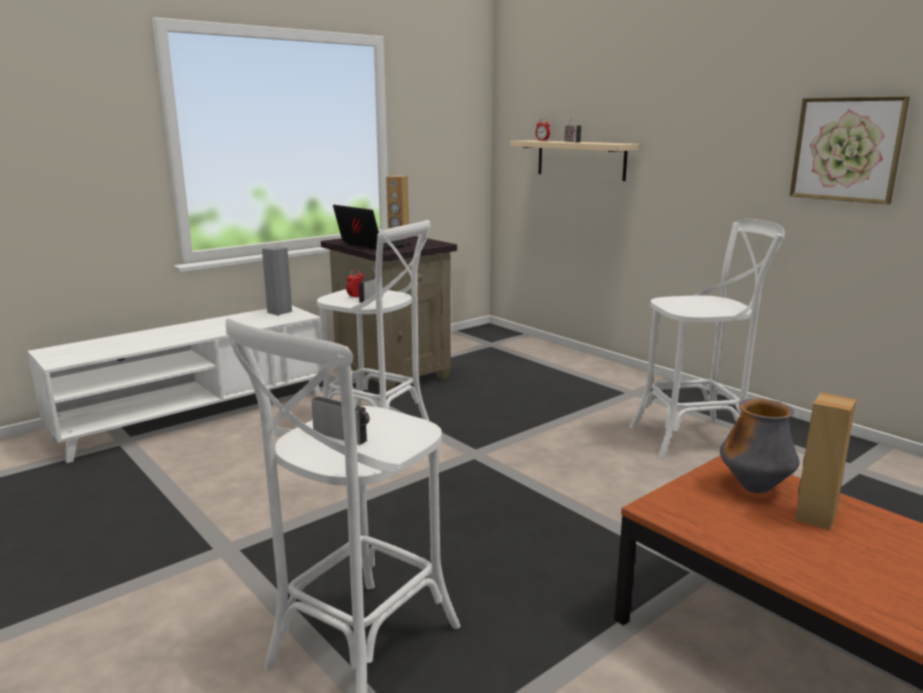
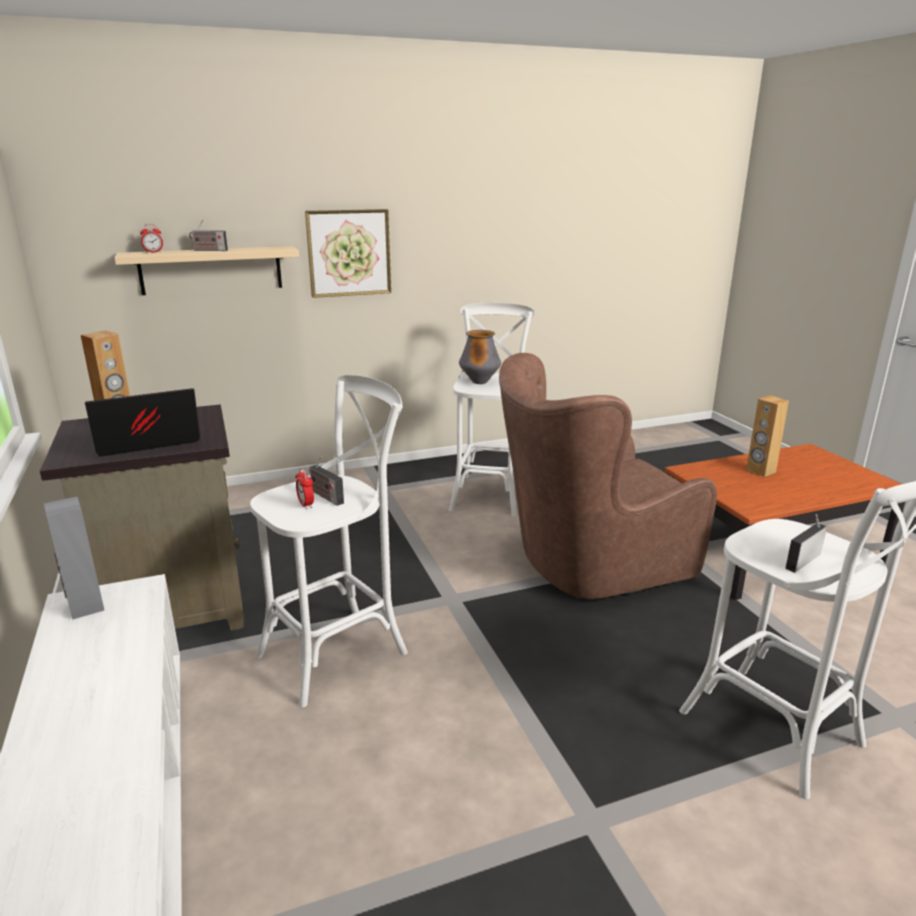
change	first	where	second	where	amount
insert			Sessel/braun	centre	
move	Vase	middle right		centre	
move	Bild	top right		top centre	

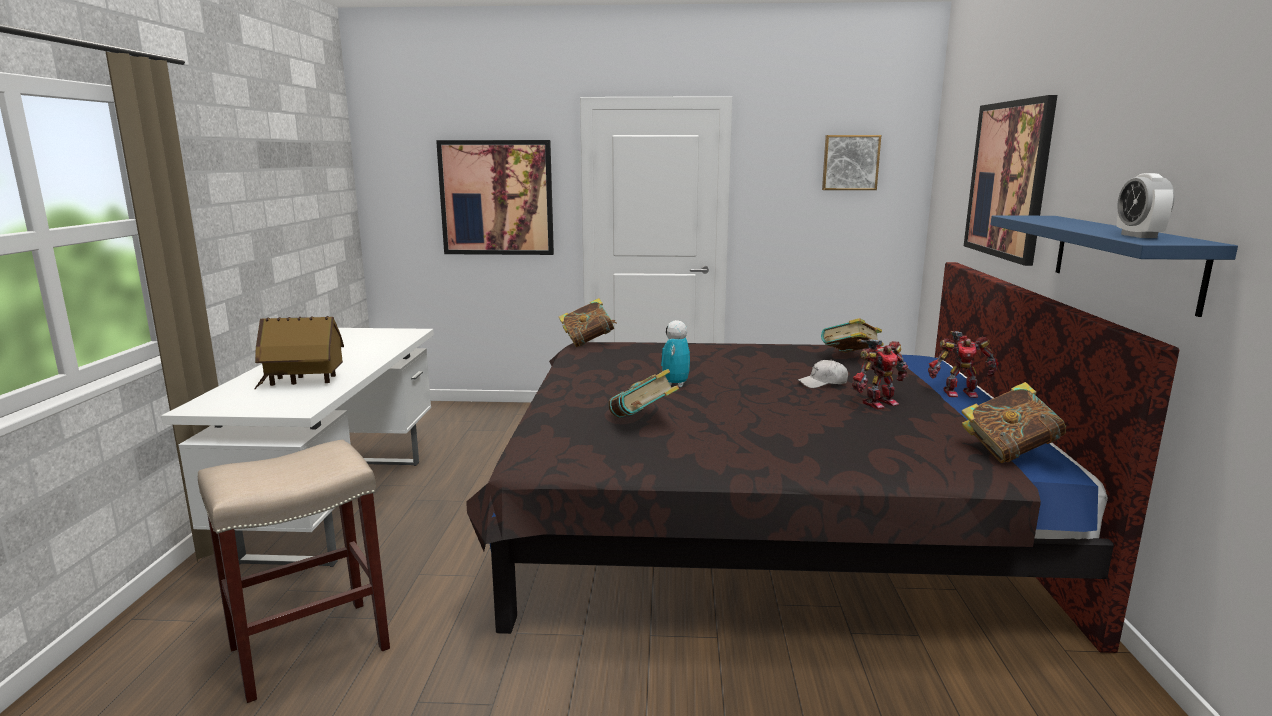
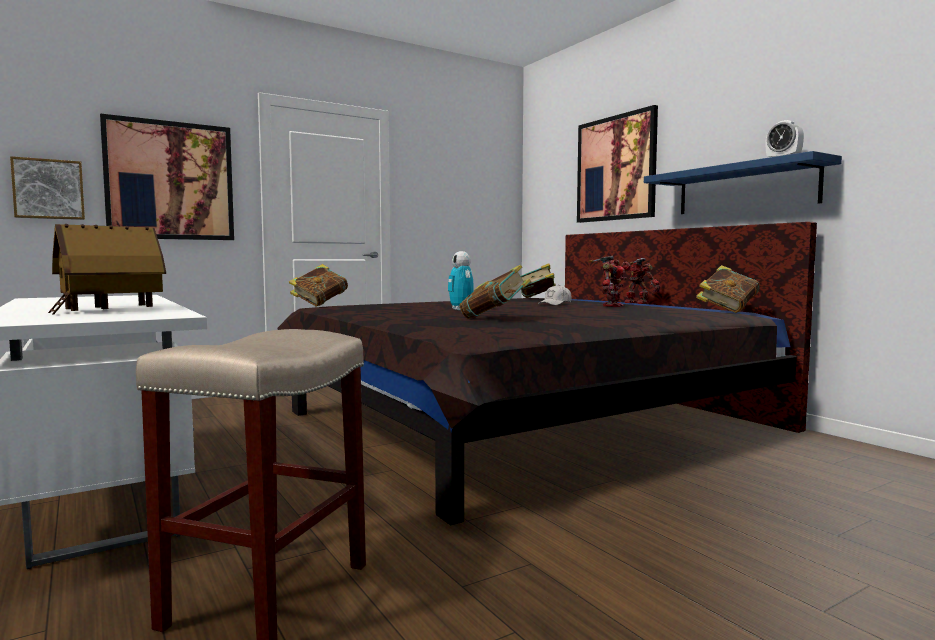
change	first	where	second	where	amount
move	Bild (2nd from left in the first image)	top right	Bild (1st from left)	top left	
rotate	Spielzeugroboter (3rd from left)	middle right		middle right	105 degrees counterclockwise

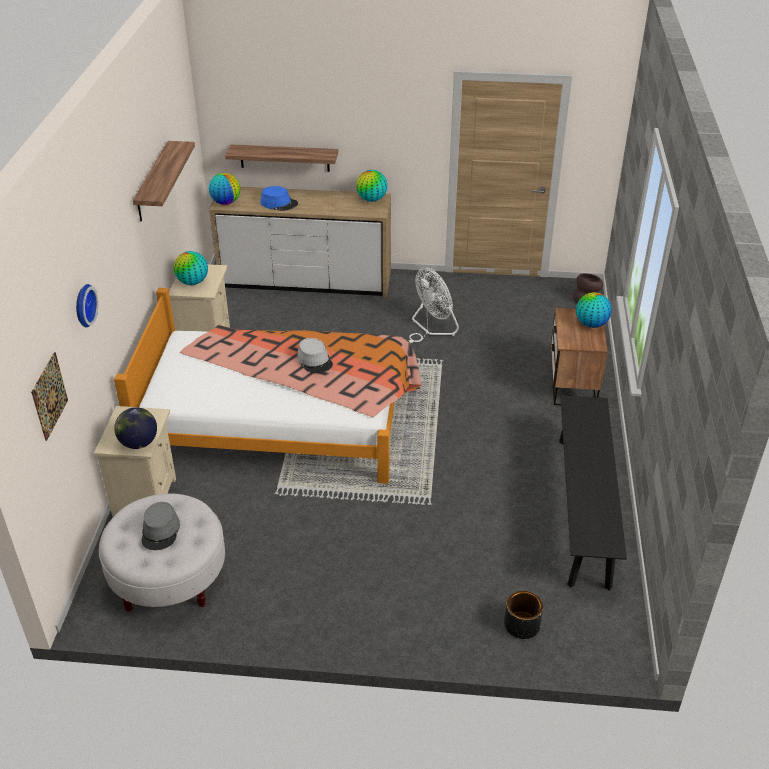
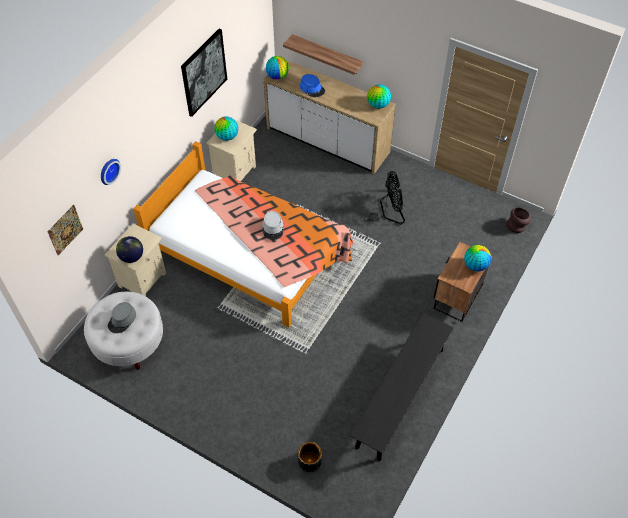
change	first	where	second	where	amount
replace	Wandregal (1st from left)	top left	Bild (2nd from left)	top left	
recolor	Ventilator/weiß	centre	Ventilator/schwarz	centre	

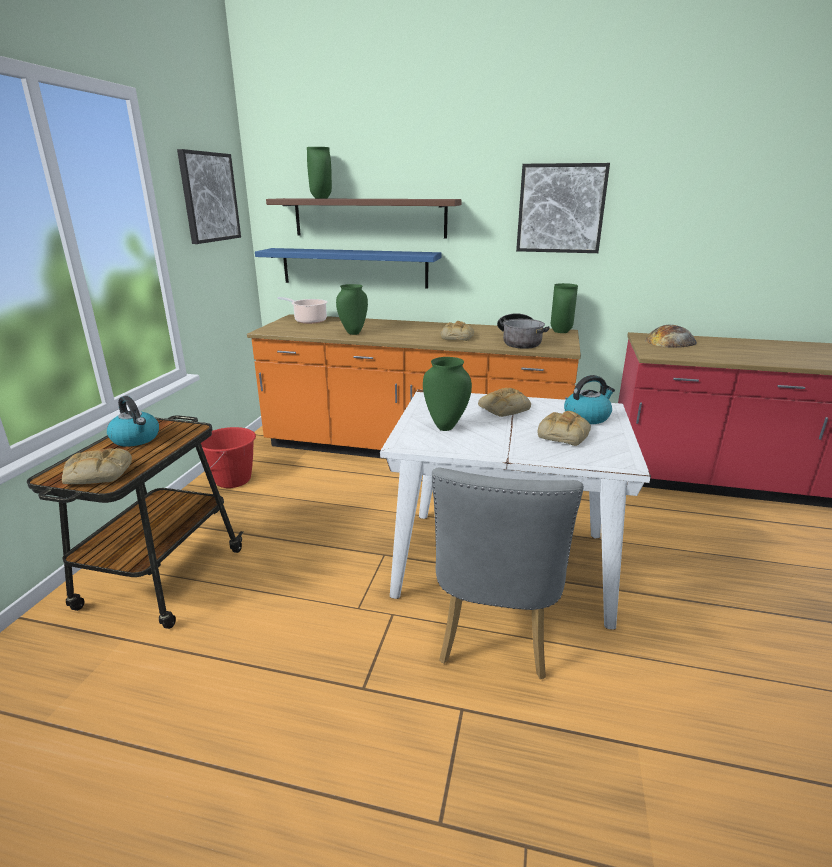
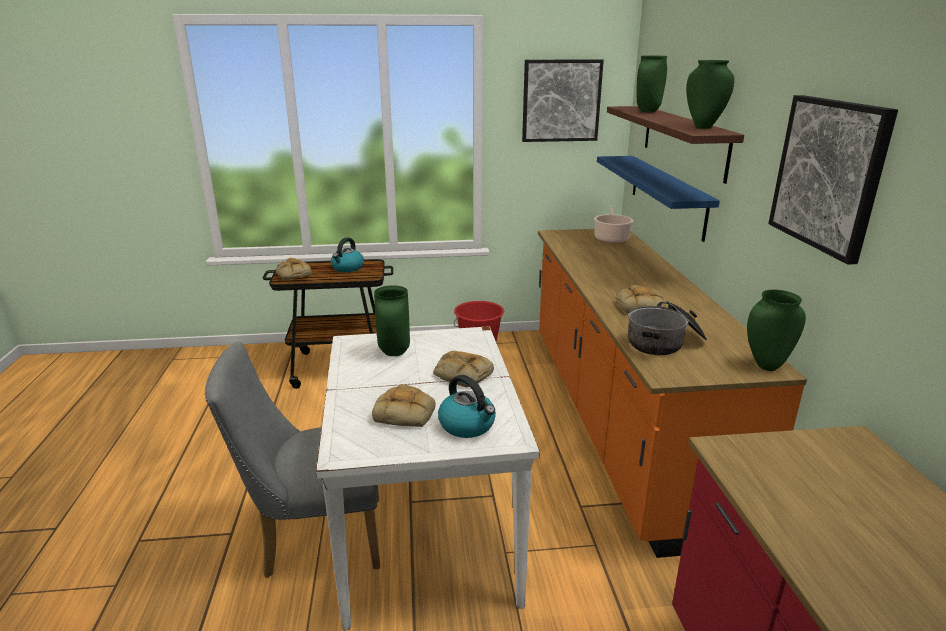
change	first	where	second	where	amount
delete	Brot (5th from left)	middle right			
move	Vase/grün (2nd from left in the first image)	centre	Vase/grün (3rd from left)	top right	

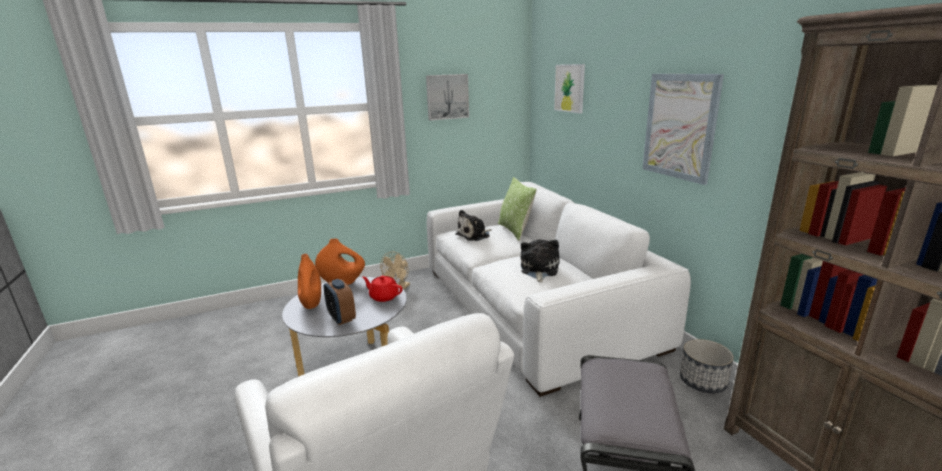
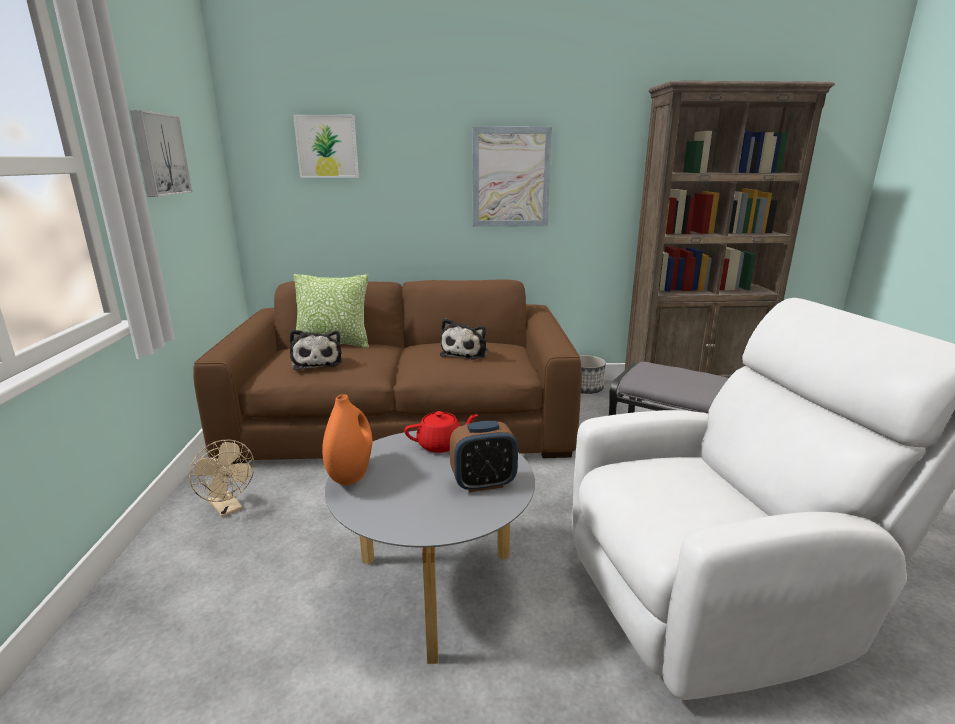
change	first	where	second	where	amount
delete	Vase/orange (1st from left)	middle left			
recolor	Sofa/weiß	centre	Sofa/braun	centre	
rotate	Teekanne/rot	centre		centre	150 degrees counterclockwise
rotate	Plüschtier (2nd from left)	centre		centre	105 degrees counterclockwise

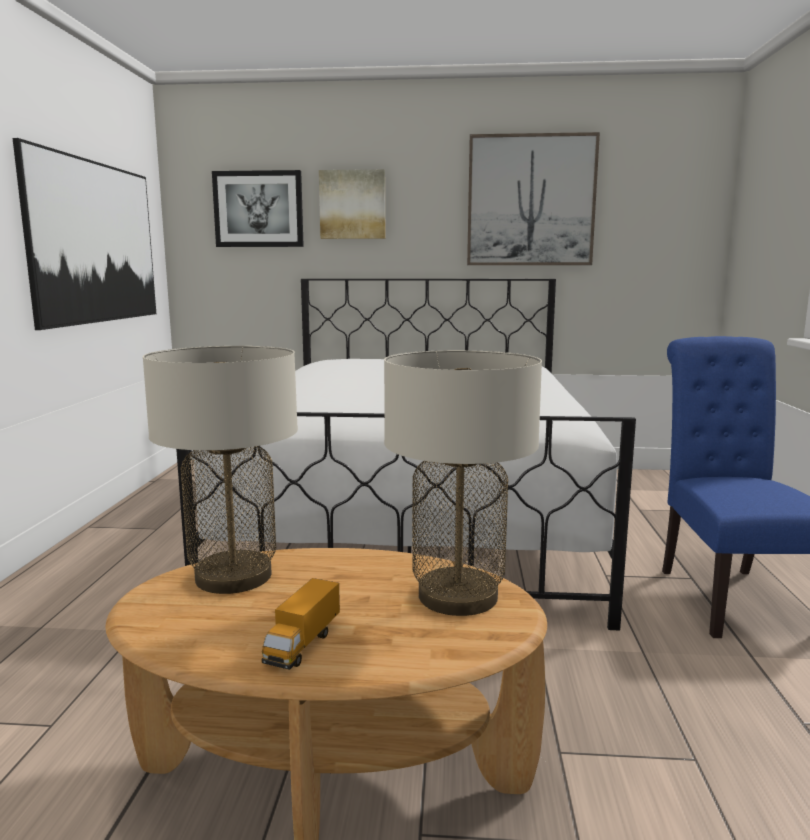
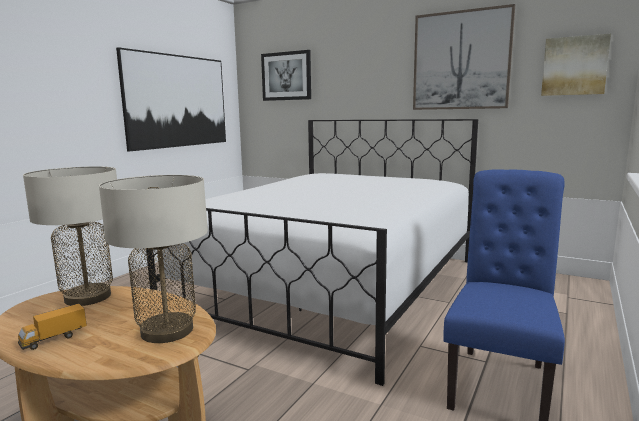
change	first	where	second	where	amount
move	Bild (3rd from left in the first image)	top centre	Bild (4th from left)	top right	

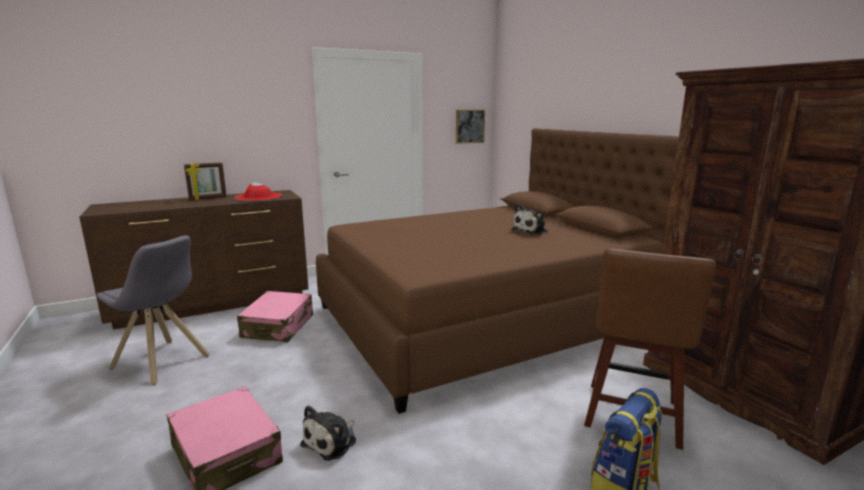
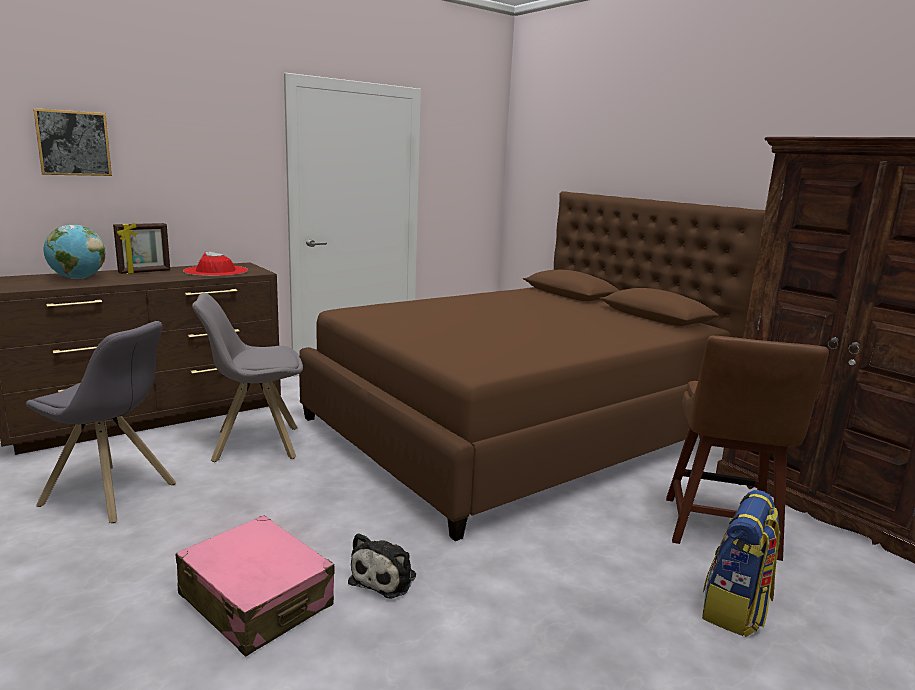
change	first	where	second	where	amount
delete	Plüschtier (2nd from left)	centre			
insert			Globus	middle left	
move	Bild	top centre		top left	
replace	Koffer/rosa (2nd from left)	middle left	Stuhl/grau (2nd from left)	middle left	

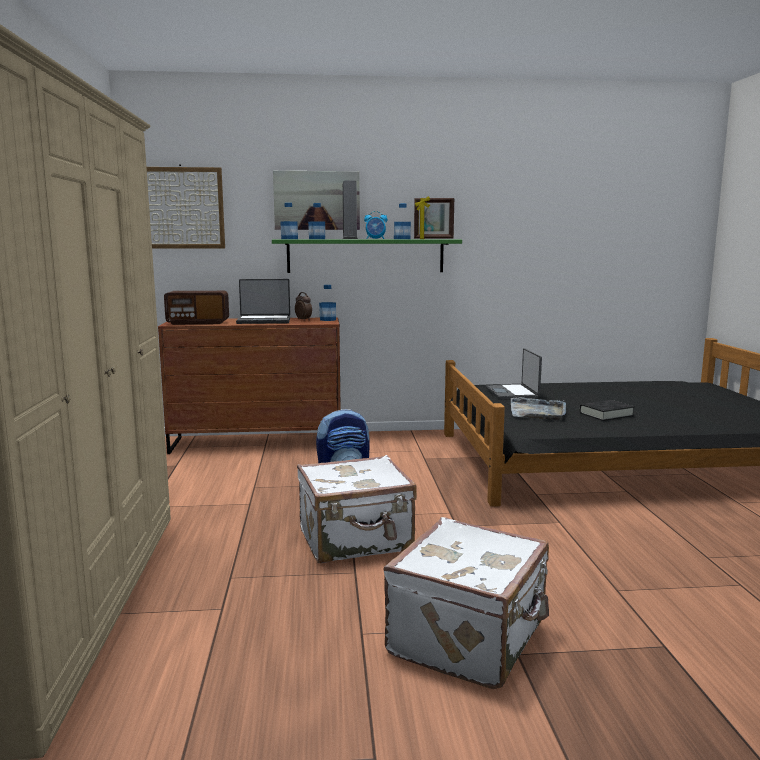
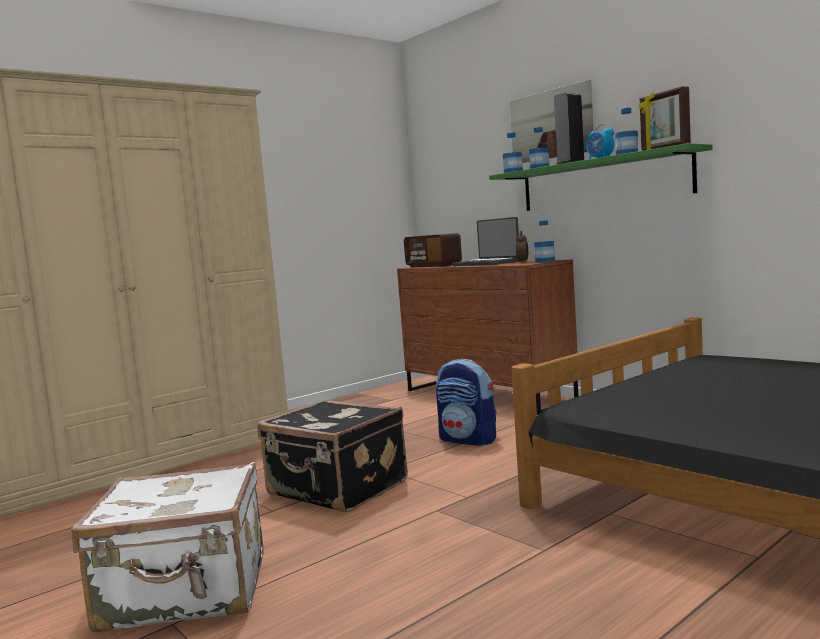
change	first	where	second	where	amount
delete	Bild (1st from left)	top left			
delete	Laptop (2nd from left)	middle right			
delete	Tablett/grau	middle right			
delete	Buch/schwarz	middle right			
recolor	Koffer/weiß (1st from left)	bottom centre	Koffer/schwarz	bottom centre	

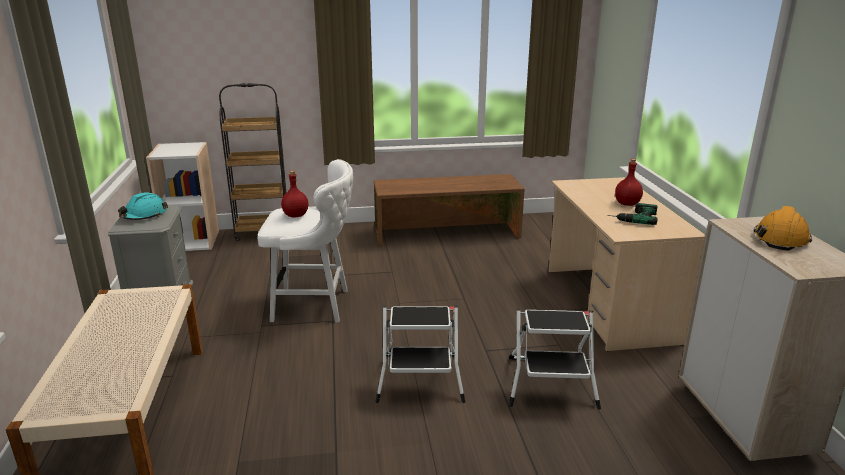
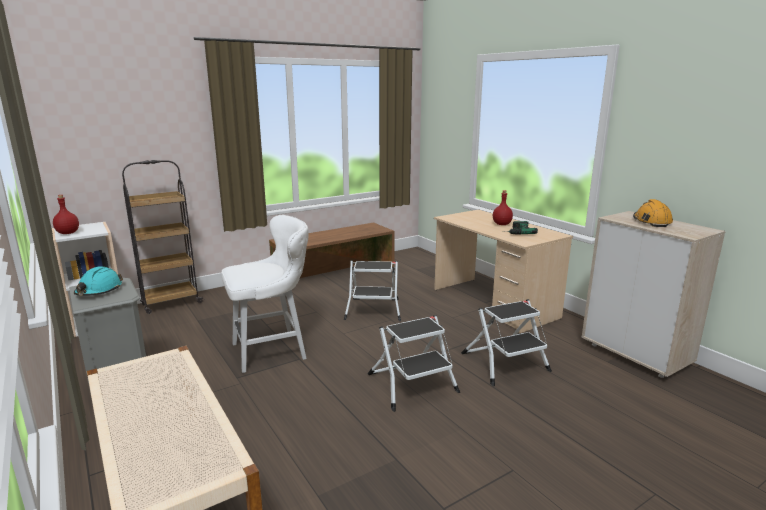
change	first	where	second	where	amount
insert			Trittleiter (1st from left)	centre	
move	Flasche/rot (1st from left)	centre		middle left	

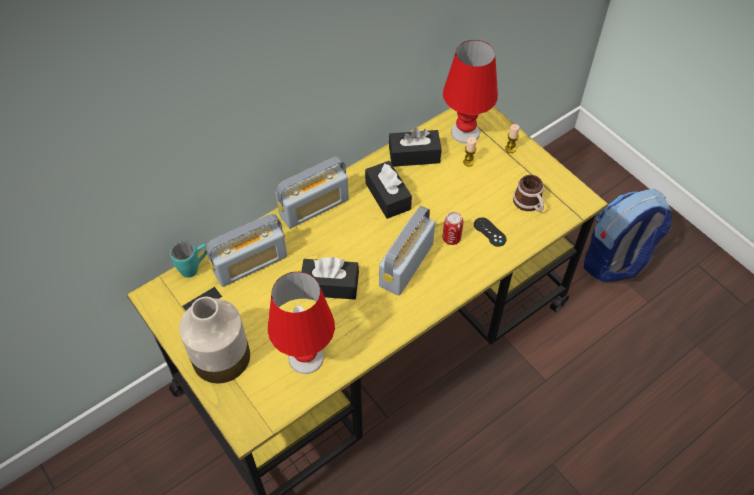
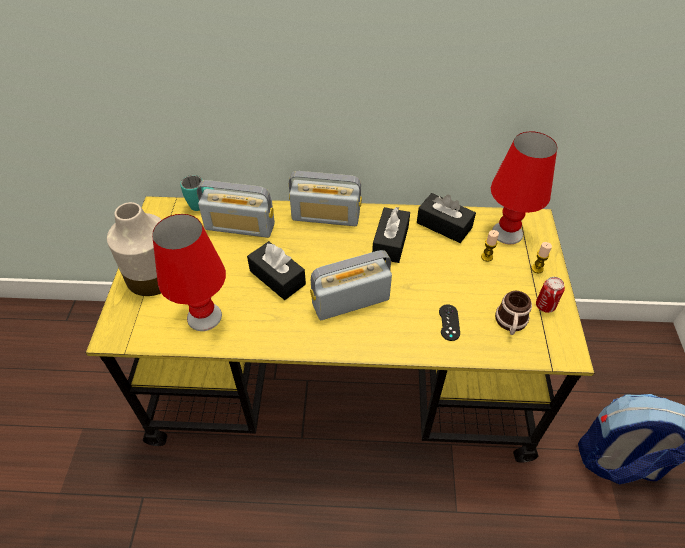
change	first	where	second	where	amount
move	Dose	centre		middle right	

